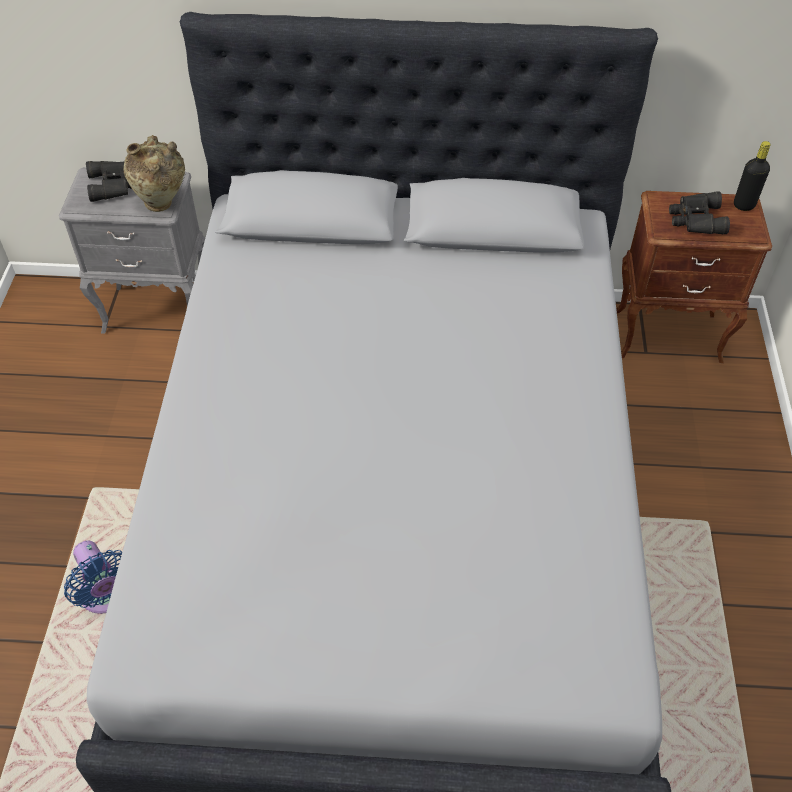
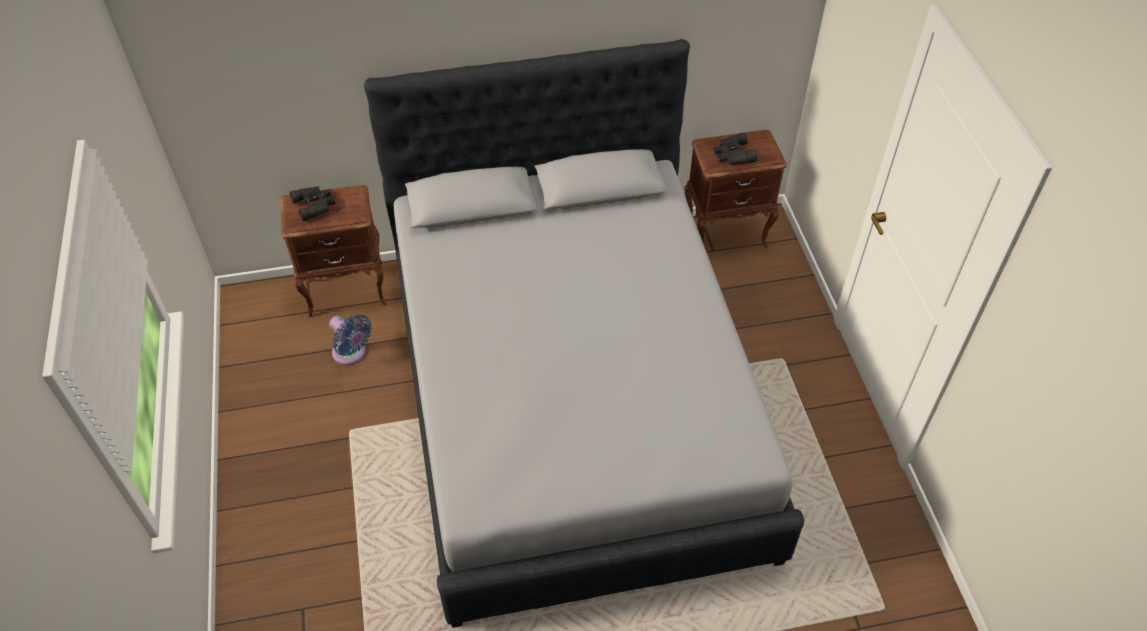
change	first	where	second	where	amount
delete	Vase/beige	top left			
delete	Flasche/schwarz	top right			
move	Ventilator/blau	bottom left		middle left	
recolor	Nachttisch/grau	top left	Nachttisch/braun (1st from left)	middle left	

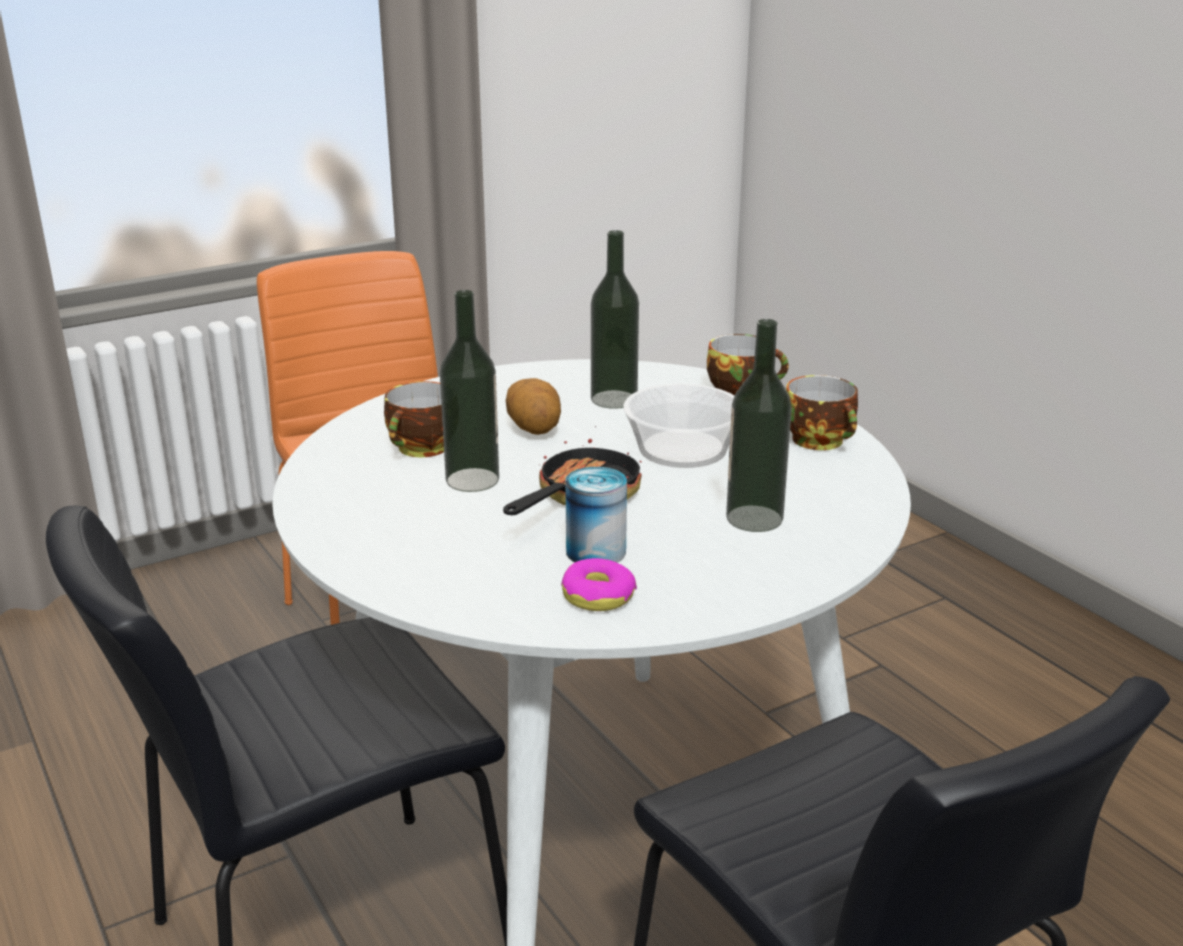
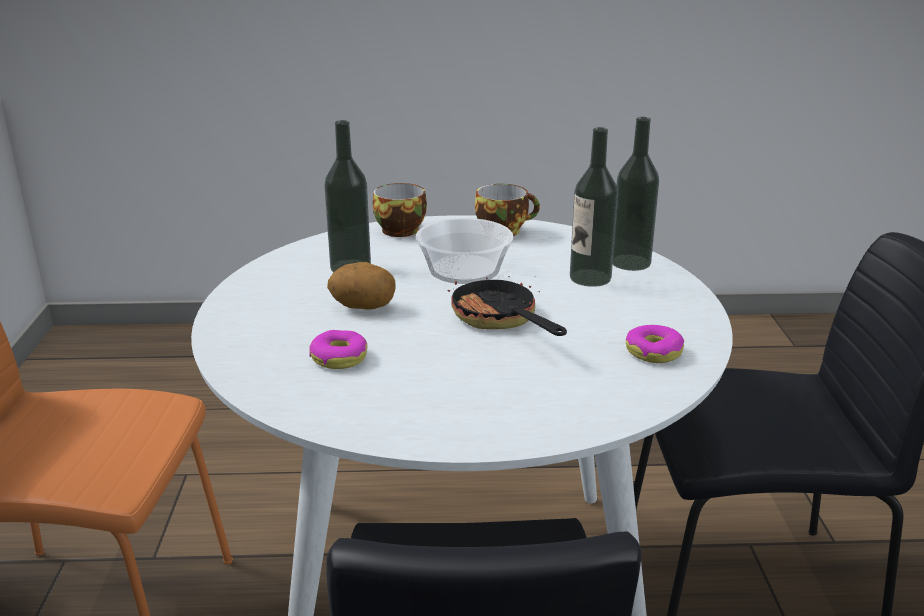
change	first	where	second	where	amount
delete	Dose	centre			
move	Flasche (1st from left in the first image)	centre	Flasche (3rd from left)	top right	
replace	Tasse (1st from left)	centre	Donut (1st from left)	centre	

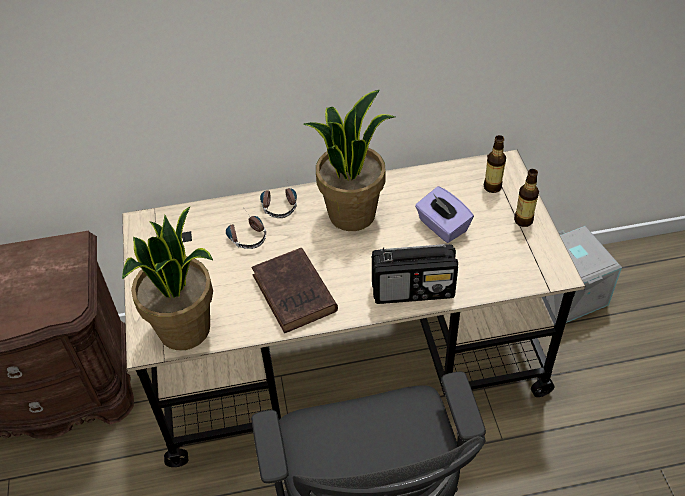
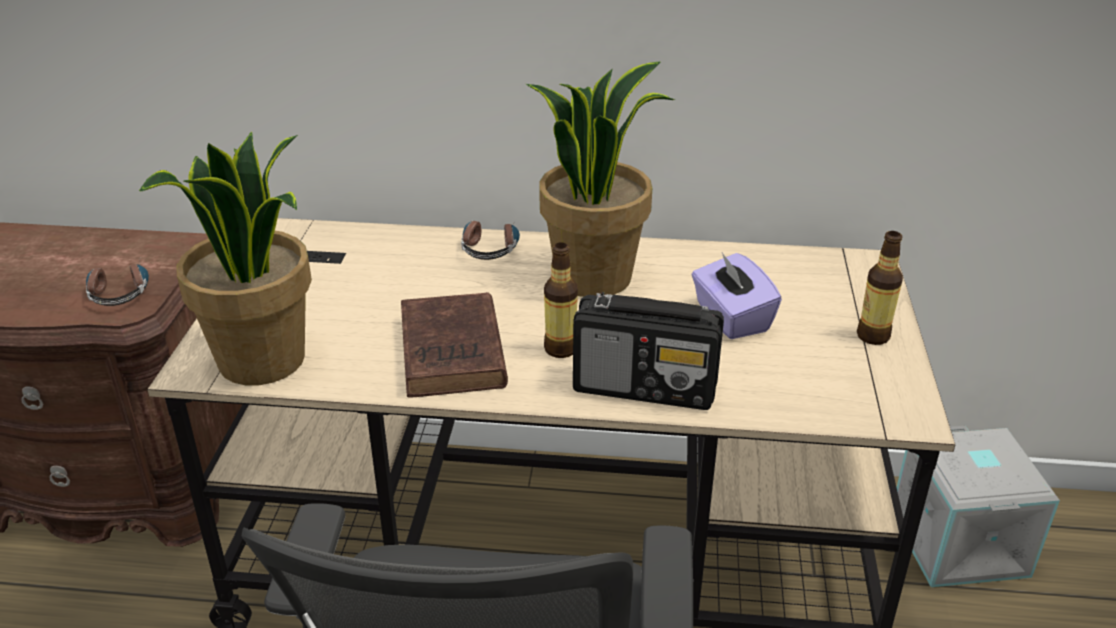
change	first	where	second	where	amount
move	Kopfhörer (1st from left)	centre		middle left	
move	Flasche (1st from left)	top right		centre	

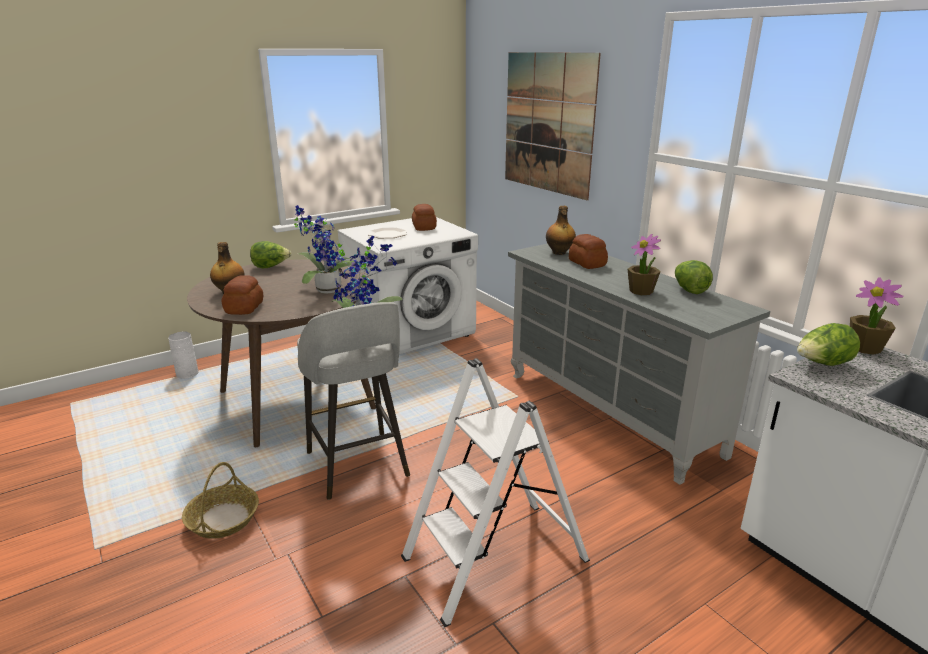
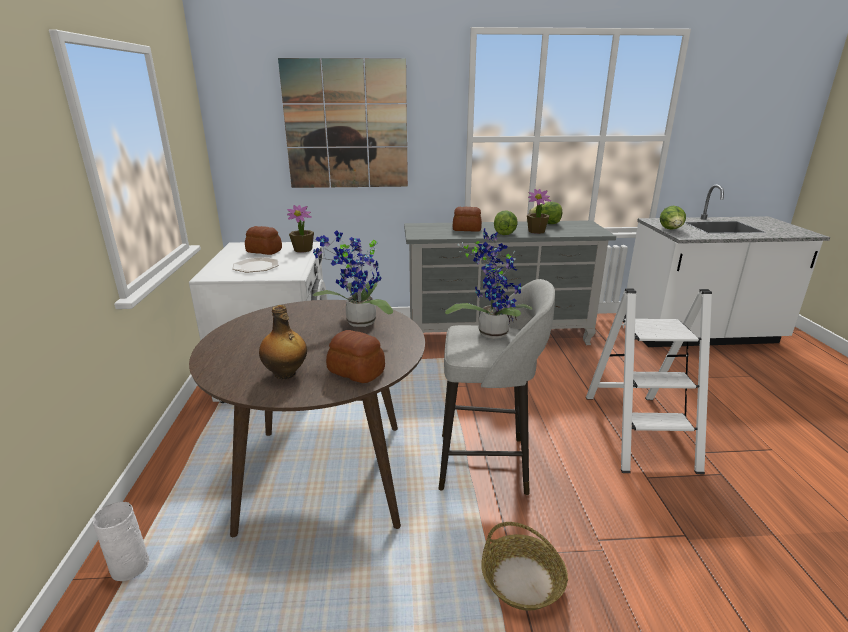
change	first	where	second	where	amount
delete	Flasche (2nd from left)	centre			
move	Salatkopf (1st from left)	middle left		centre	
move	Topfpflanze (4th from left in the first image)	middle right	Topfpflanze (1st from left)	centre	

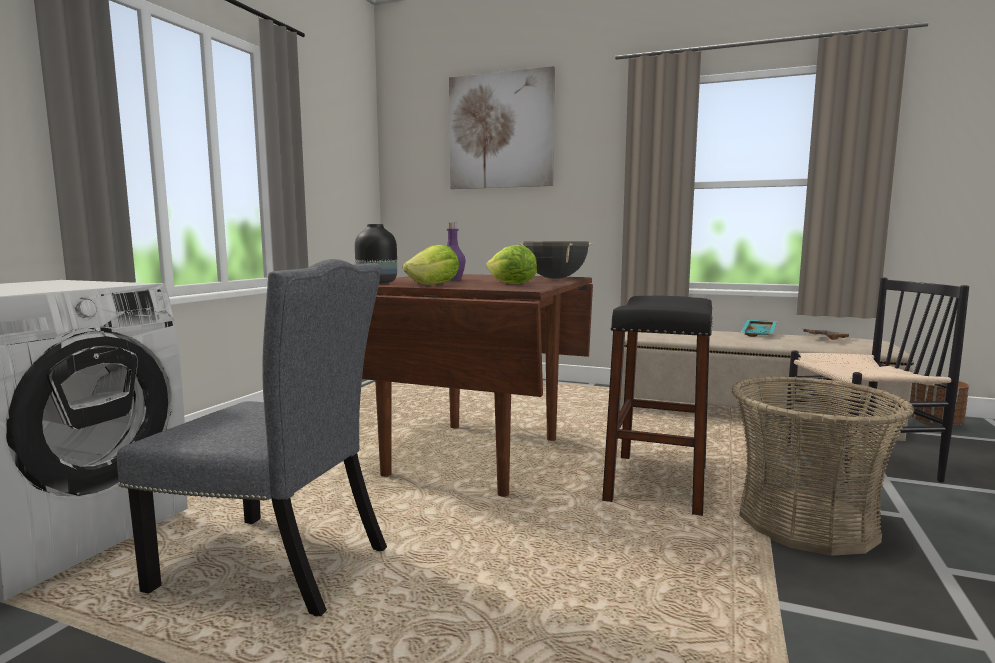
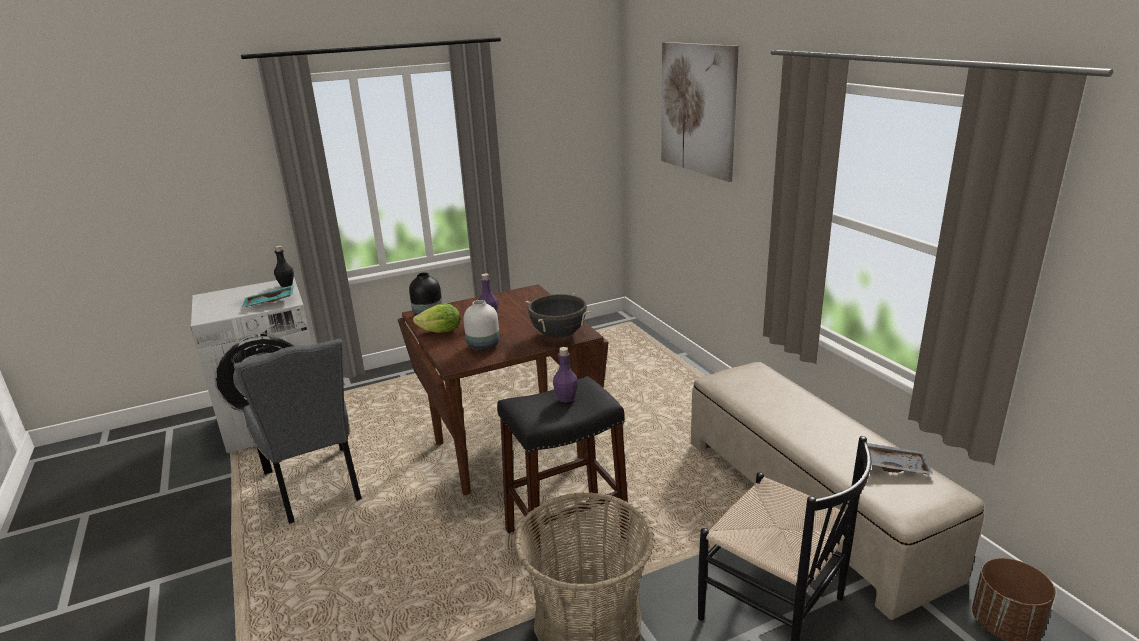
change	first	where	second	where	amount
insert			Flasche/schwarz	middle left	
insert			Flasche/lila (2nd from left)	centre	
move	Tablett/türkis	middle right		middle left	
replace	Salatkopf (2nd from left)	centre	Vase/weiß	centre	

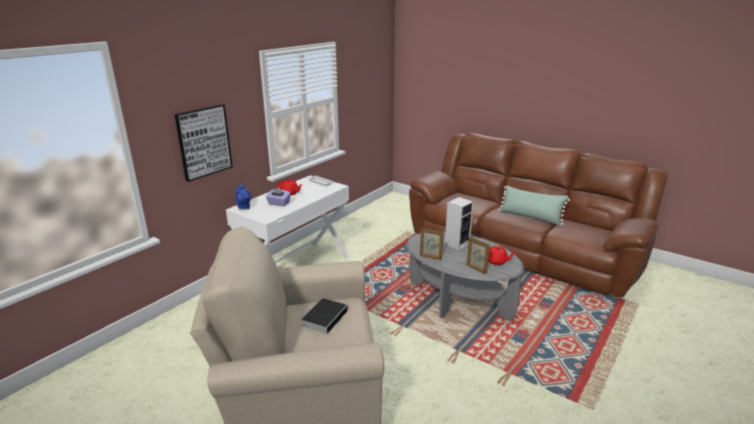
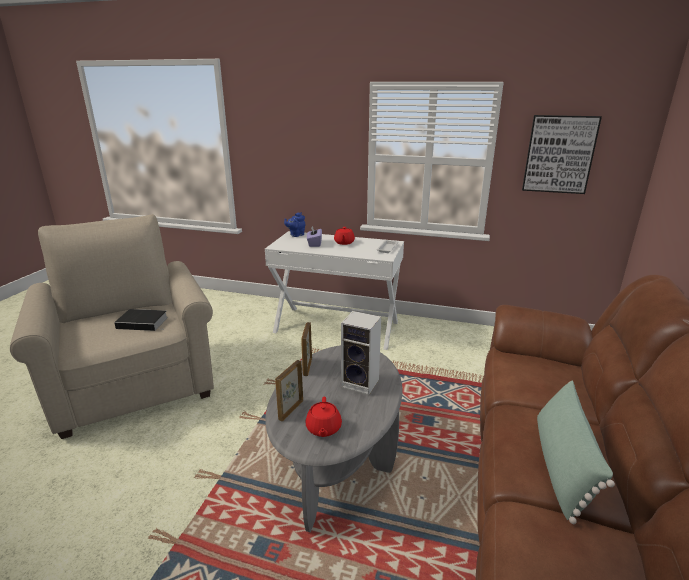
change	first	where	second	where	amount
move	Bild	middle left		top right	

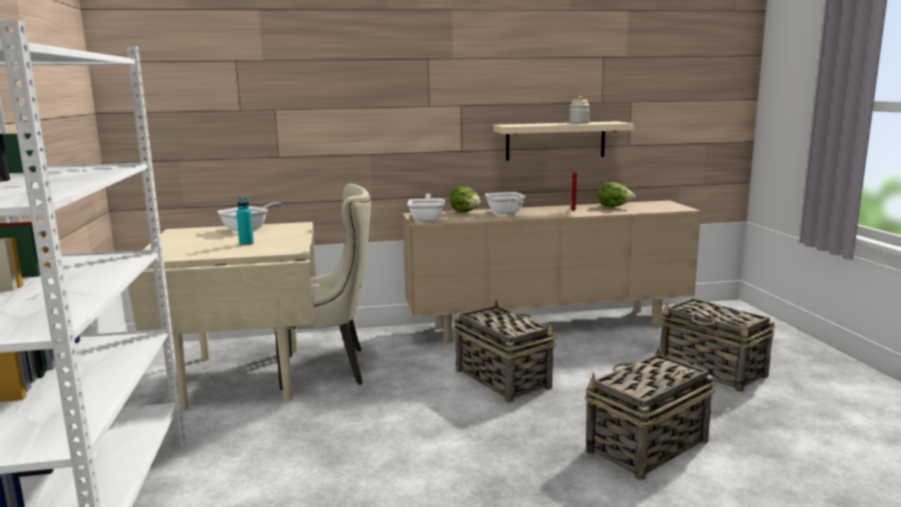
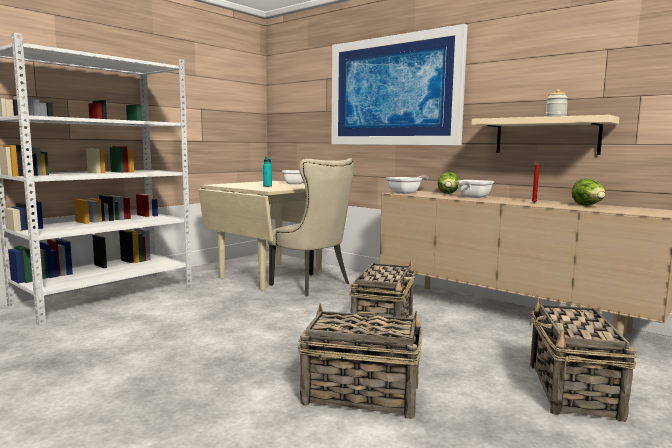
change	first	where	second	where	amount
insert			Bild	top centre	

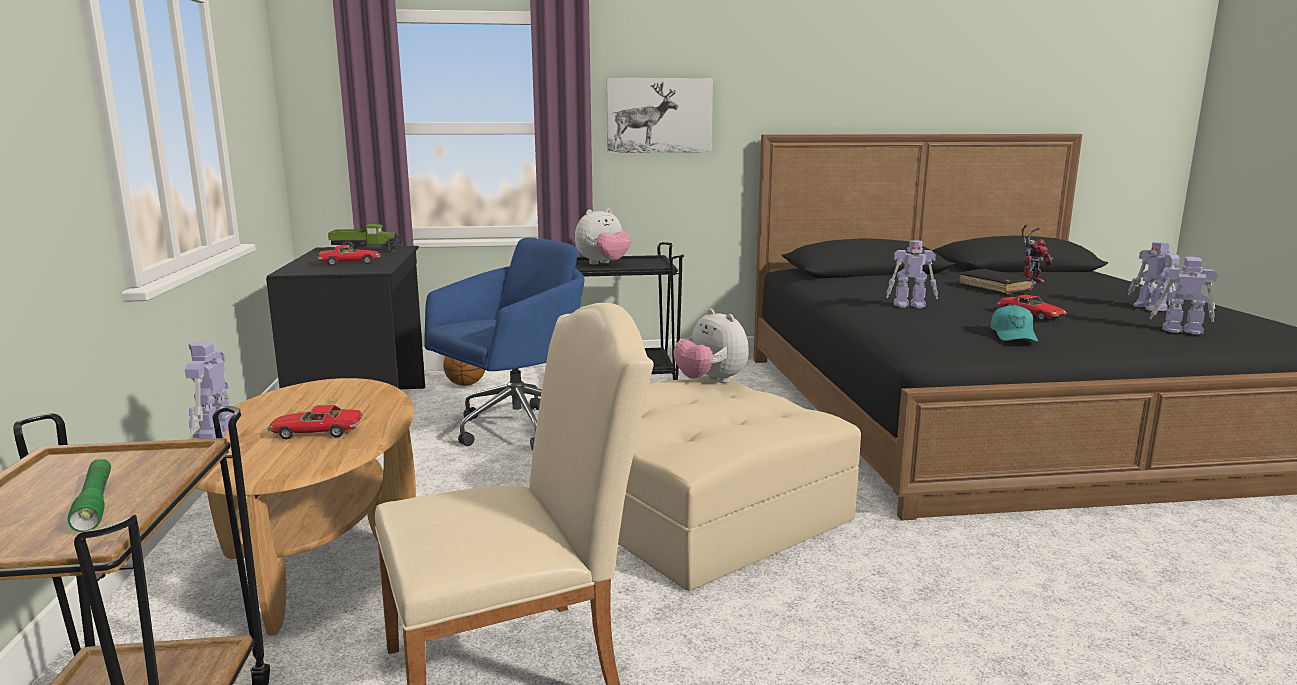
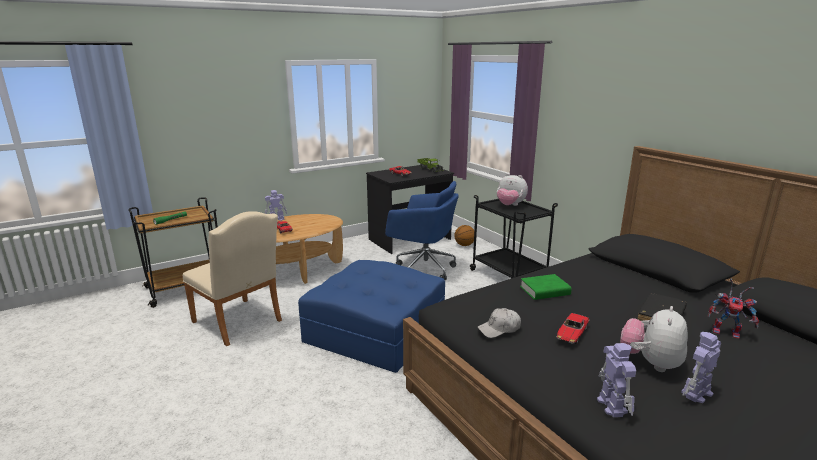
change	first	where	second	where	amount
delete	Bild	top centre			
move	Plüschtier (2nd from left)	centre		bottom right	
replace	Spielzeugroboter (2nd from left)	middle right	Buch/grün	middle right	
recolor	Polsterhocker/beige	bottom centre	Polsterhocker/blau	bottom centre	
recolor	Kappe/türkis	middle right	Kappe/weiß	bottom centre	

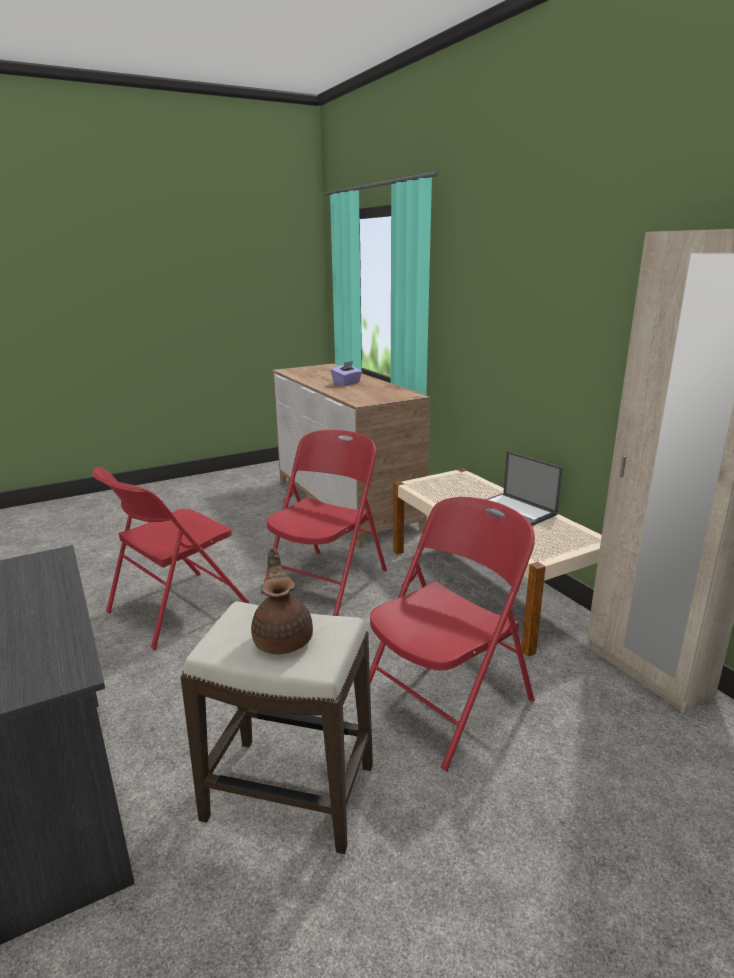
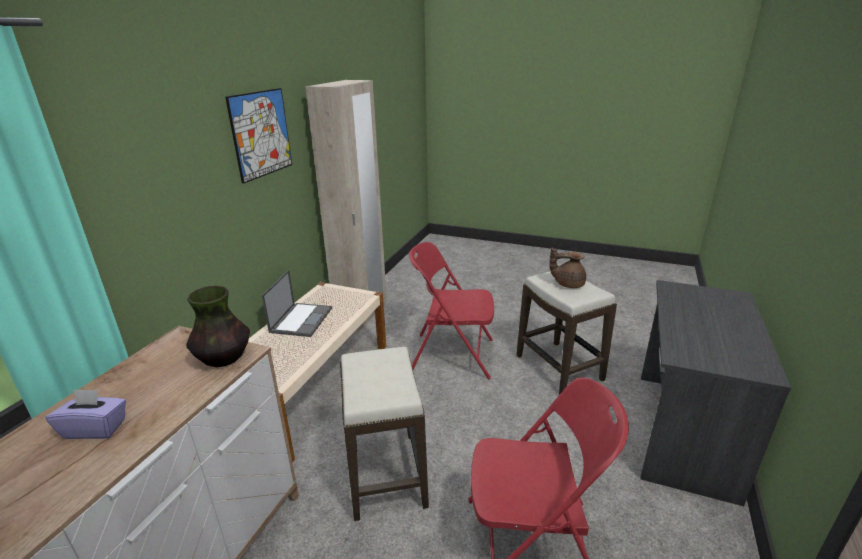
change	first	where	second	where	amount
insert			Vase	middle left	
insert			Bild	top left	
replace	Stuhl/rot (2nd from left)	centre	Hocker (1st from left)	bottom centre	
rotate	Teekanne/braun	centre		centre	60 degrees clockwise

